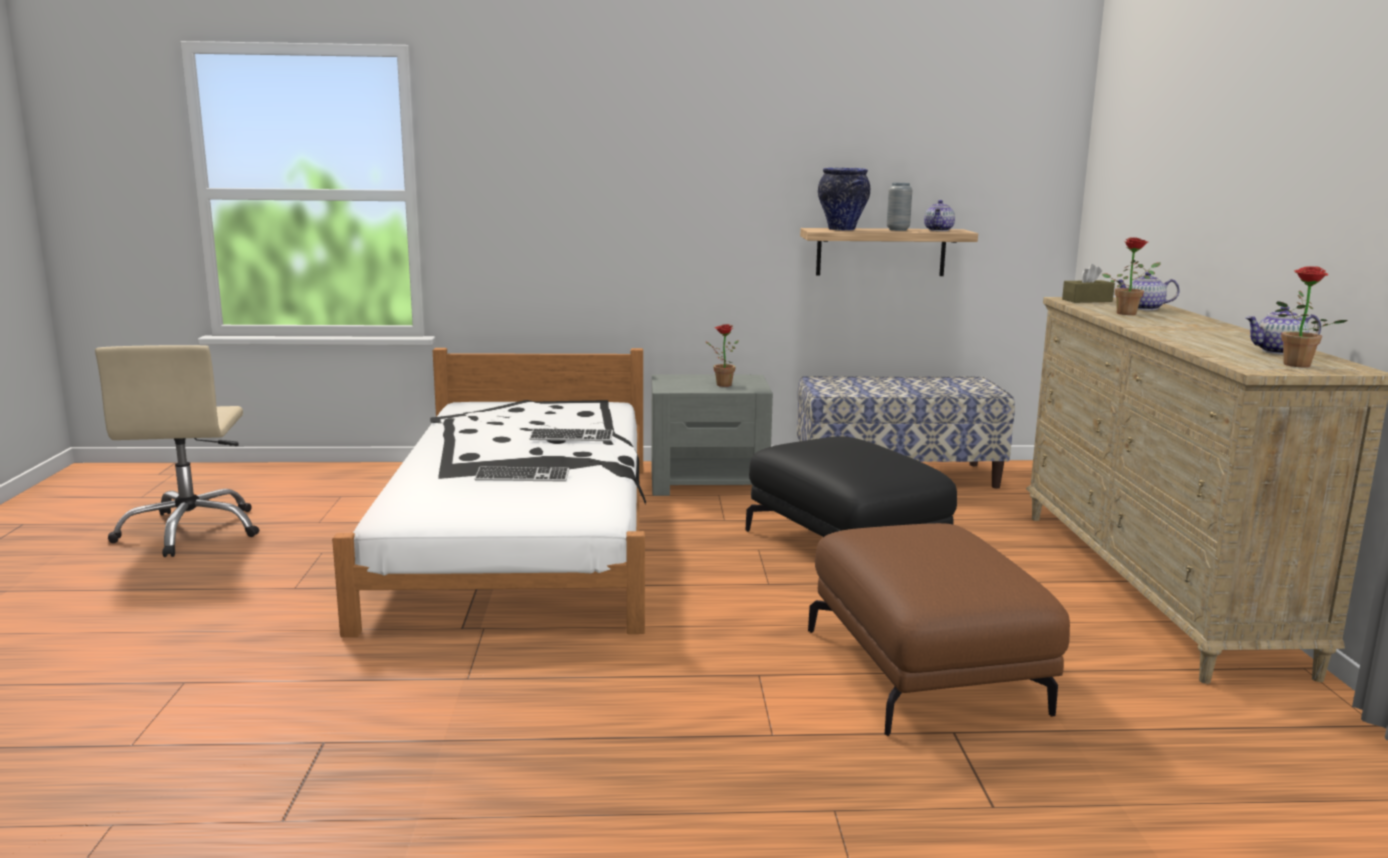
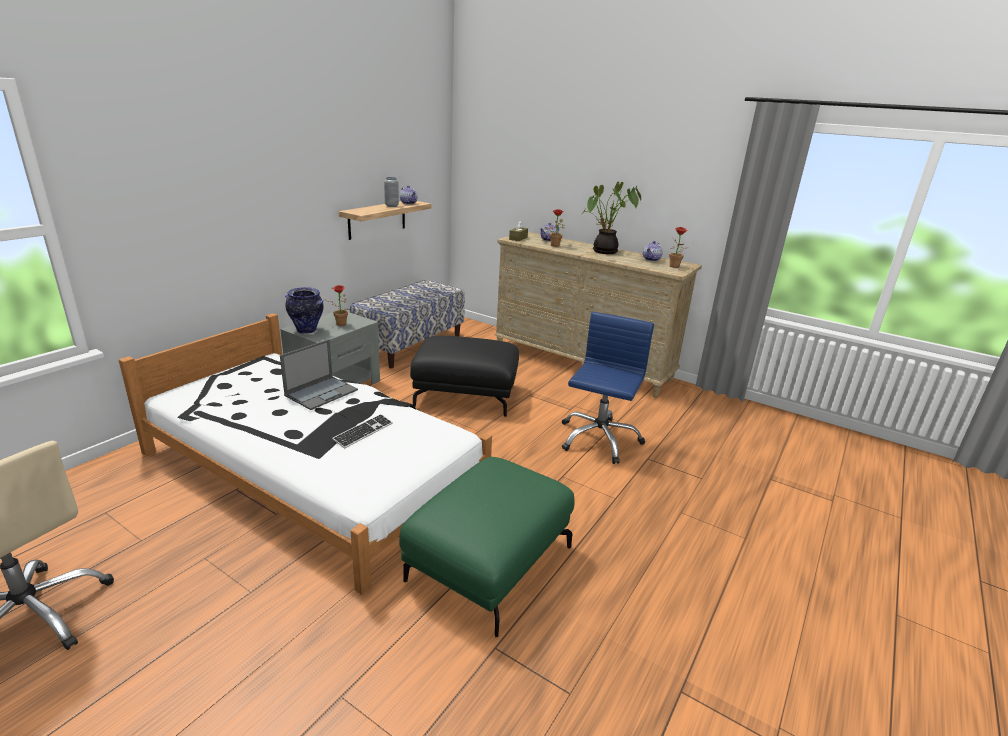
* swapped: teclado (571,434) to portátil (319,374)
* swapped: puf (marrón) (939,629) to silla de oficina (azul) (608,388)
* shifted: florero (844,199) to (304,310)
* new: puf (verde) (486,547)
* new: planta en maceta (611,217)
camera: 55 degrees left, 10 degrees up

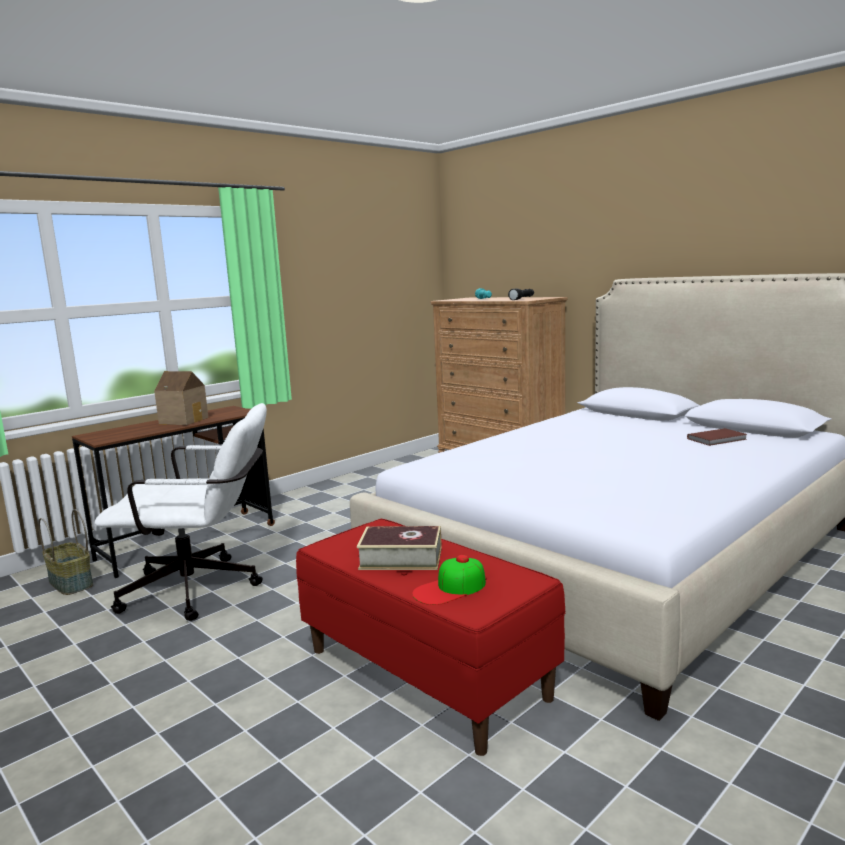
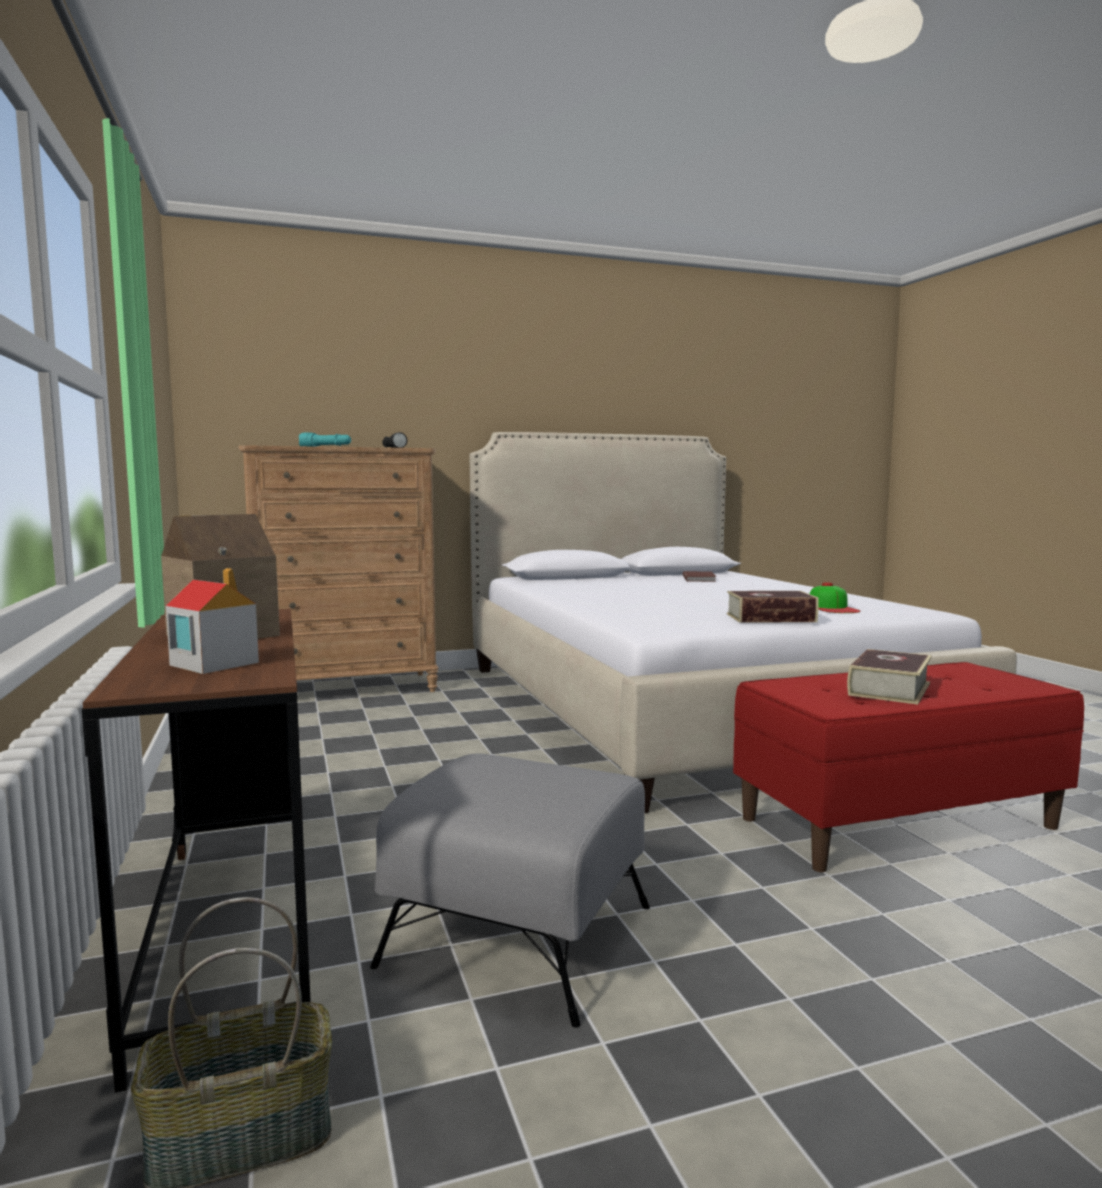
* swapped: silla de oficina (blanco) (181,512) to puf (gris) (510,890)
* shifted: gorra (449,580) to (835,597)
* new: casita (212,621)
* new: libro (773,607)
camera: 65 degrees left, 5 degrees down

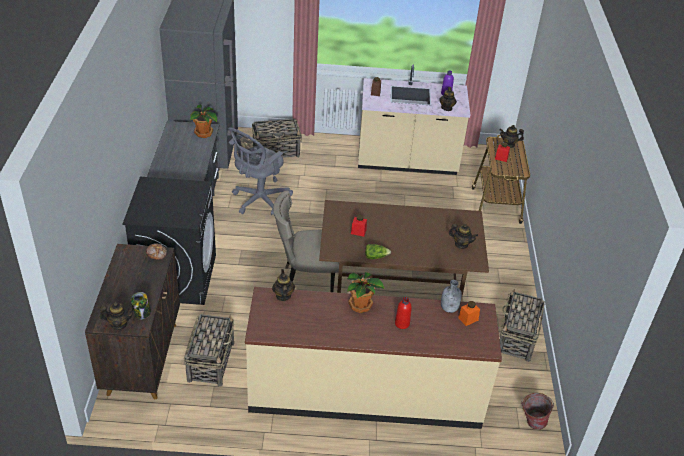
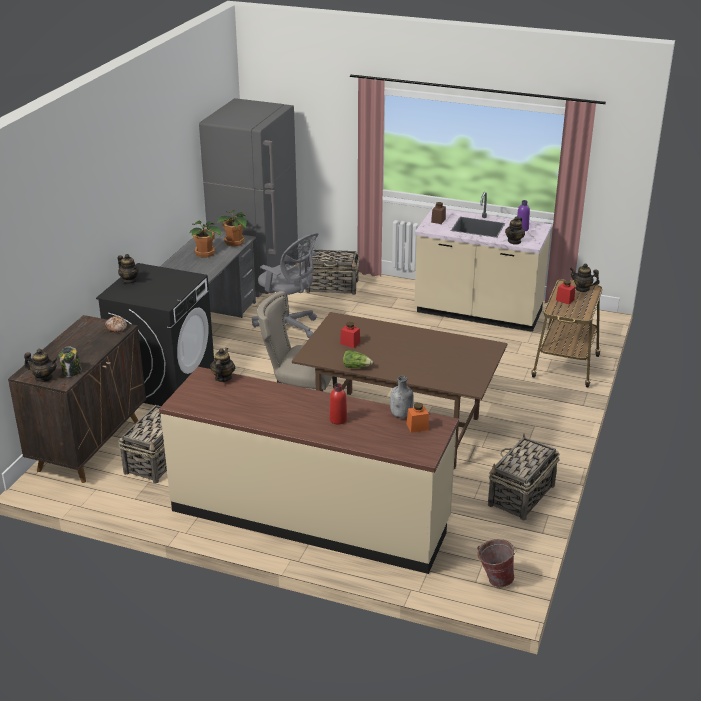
* rotated: silla de oficina (gris) (260,171) = (285,285) 105 degrees counterclockwise
* shifted: planta en maceta (366,292) to (205,239)
* shifted: tetera (463,236) to (128,269)
camera: 20 degrees right, 10 degrees down

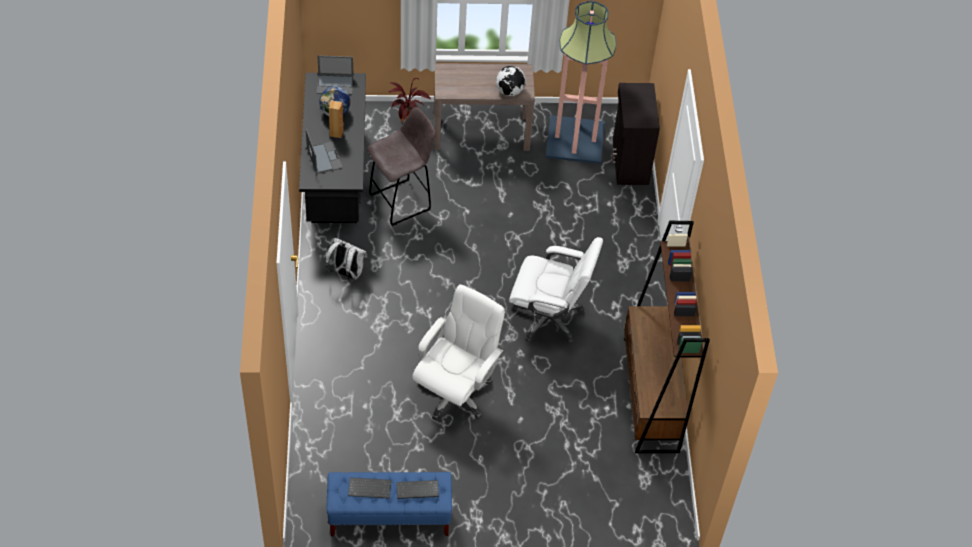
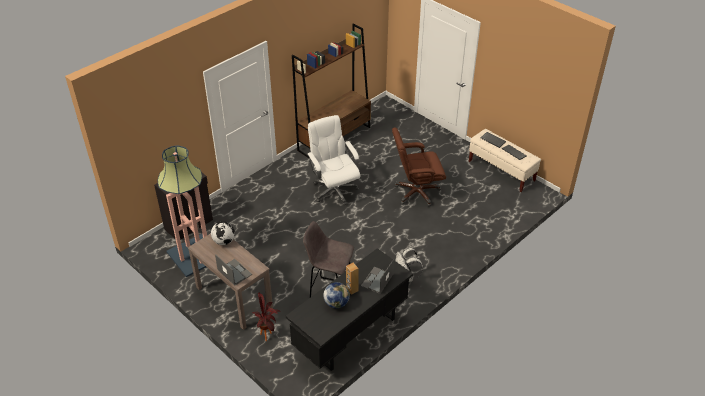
* shifted: portátil (335,75) to (233,269)
* repainted: banco (azul) (389,504) to banco (beis) (504,160)
* repainted: silla de oficina (blanco) (458,352) to silla de oficina (marrón) (419,167)
camera: 130 degrees left, 10 degrees down

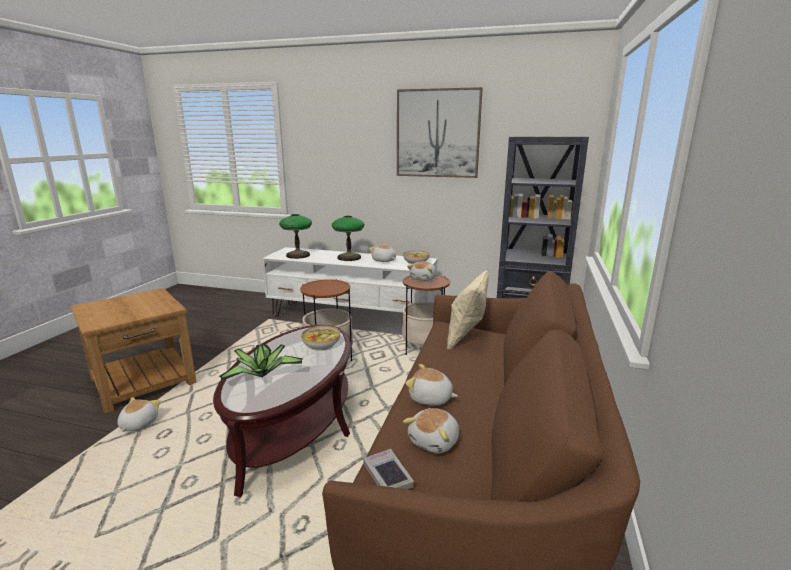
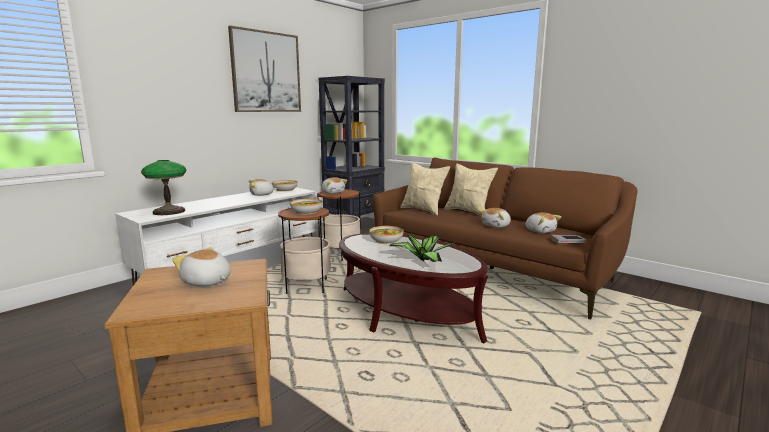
* shifted: peluche (138,414) to (201,266)
* gone: lámpara de mesa (348,238)
* new: cuenco (306,206)
* new: cojín (beis) (471,190)
camera: 65 degrees left, 5 degrees down

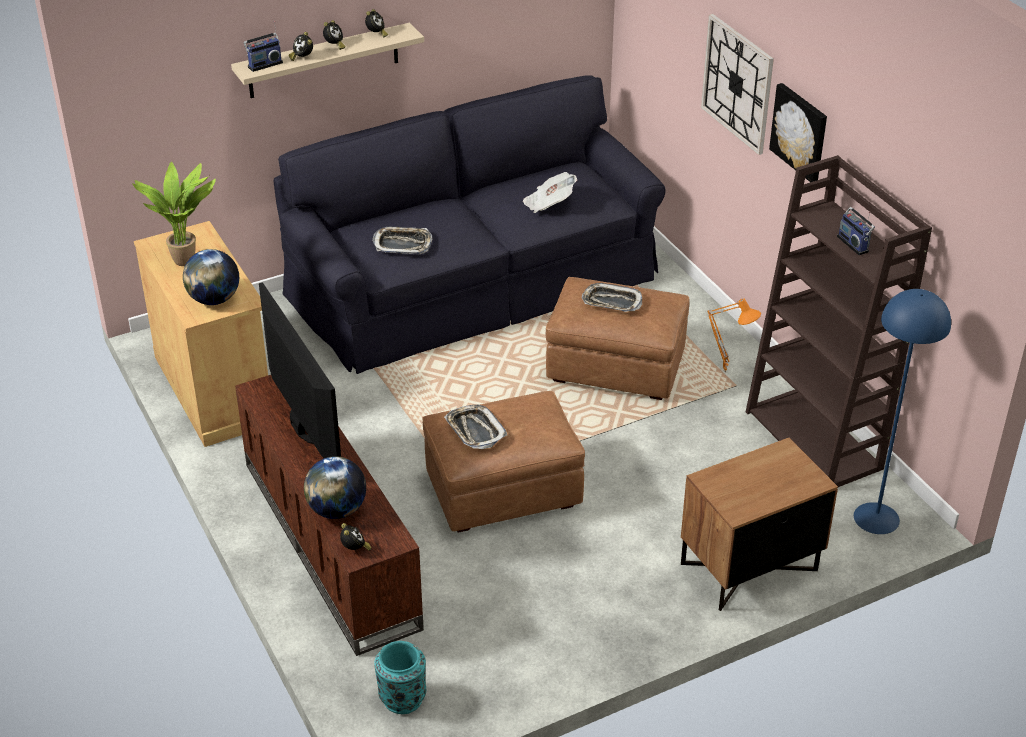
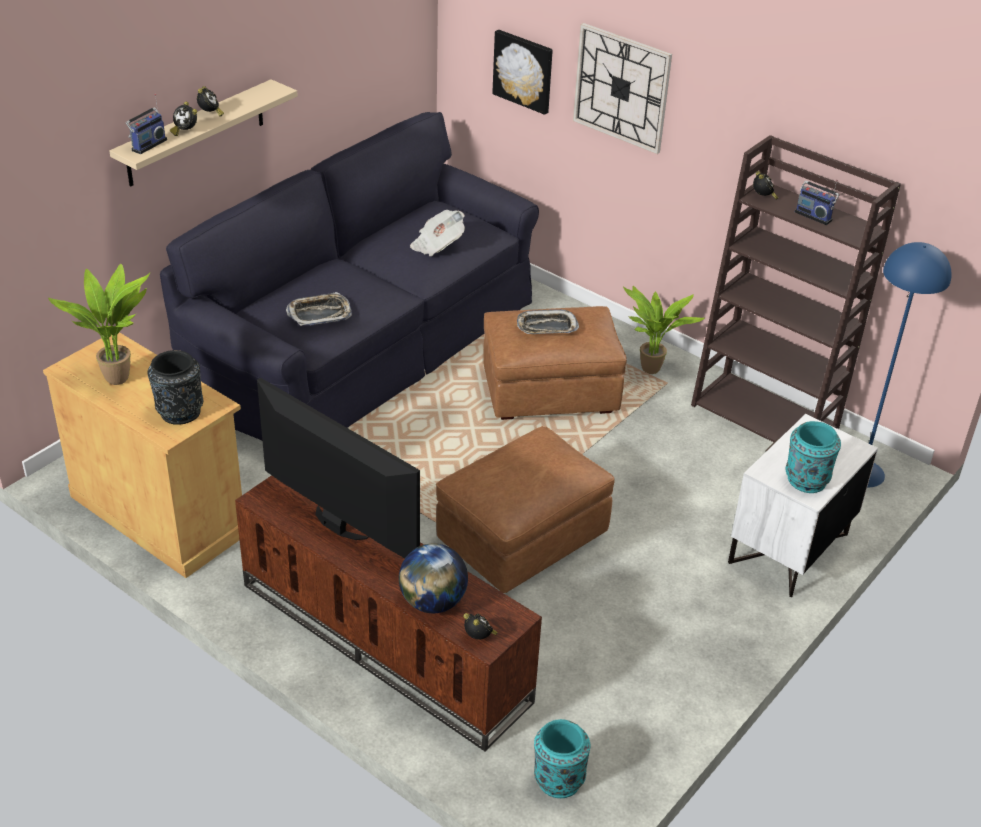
* swapped: globo terráqueo (211,277) to florero (negro) (175,387)
* shifted: despertador (376,23) to (765,185)
* gone: bandeja (475,427)
* repainted: mesita de noche (marrón) (759,524) to mesita de noche (blanco) (803,505)
* swapped: lámpara de mesa (naranja) (734,335) to planta en maceta (664,330)
* shifted: cuadro (798,132) to (522,72)
* new: florero (turquesa) (813,457)
camera: 25 degrees left, 0 degrees up

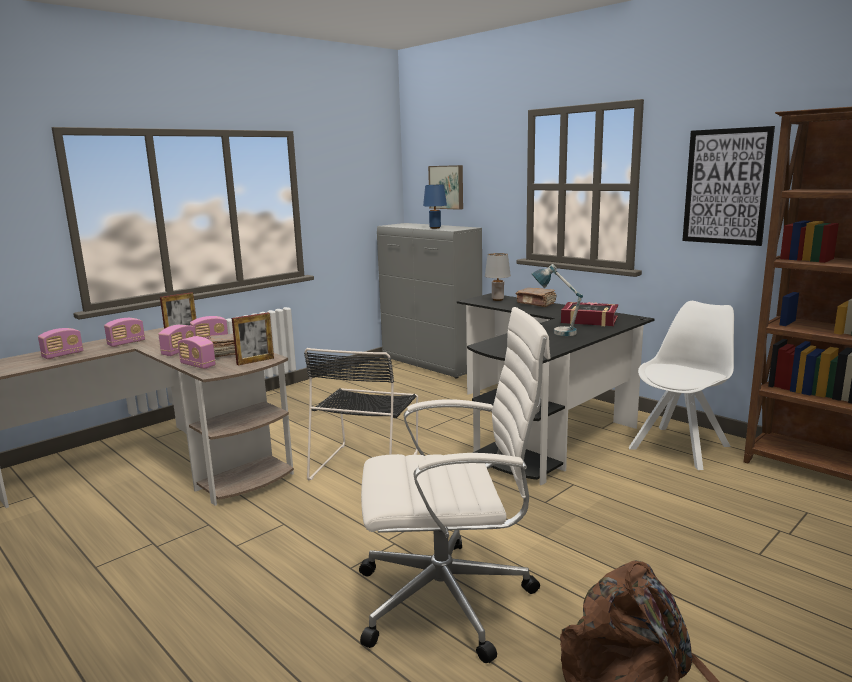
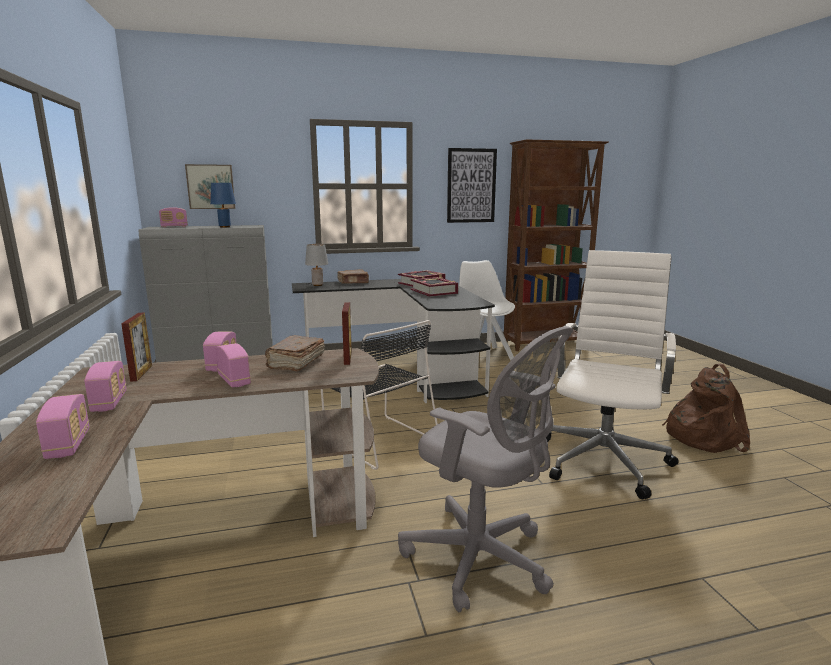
* shifted: radio (197,352) to (173,217)
* swapped: lámpara de mesa (557,300) to libro (434,287)
* new: silla de oficina (gris) (485,469)
camera: 60 degrees left, 0 degrees up

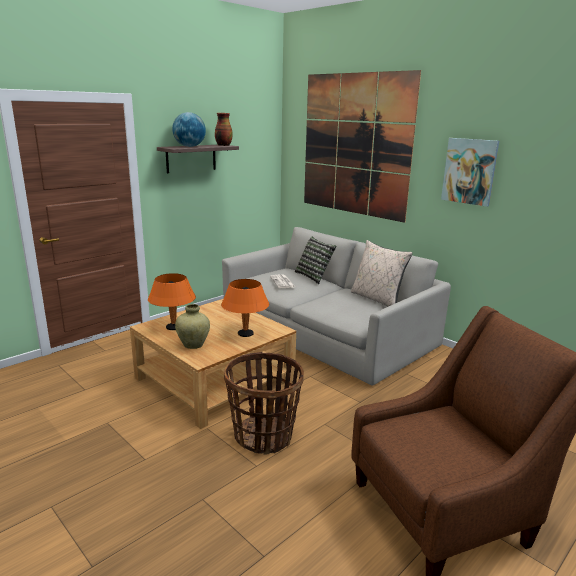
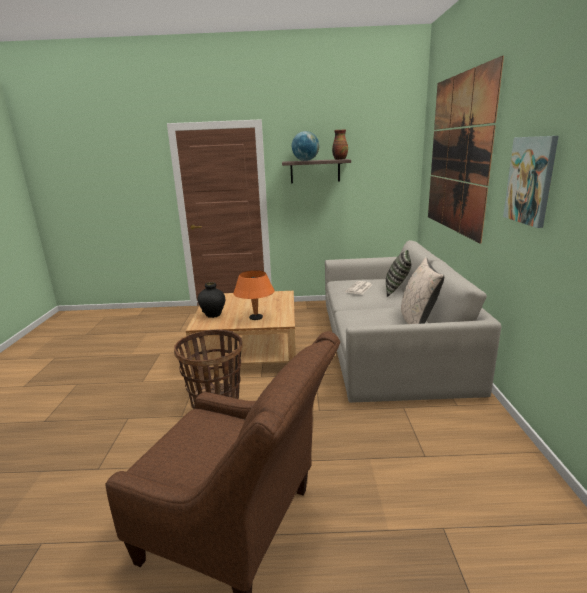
* gone: lámpara de mesa (naranja) (172,301)
* repainted: florero (beis) (192,326) to florero (negro) (211,300)
camera: 45 degrees right, 0 degrees up

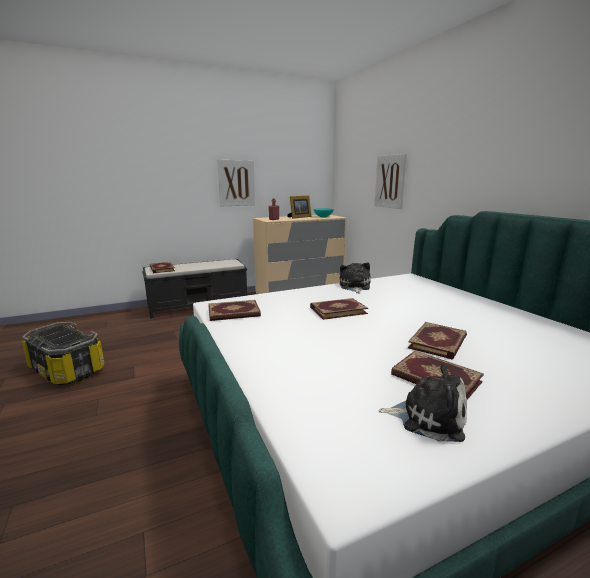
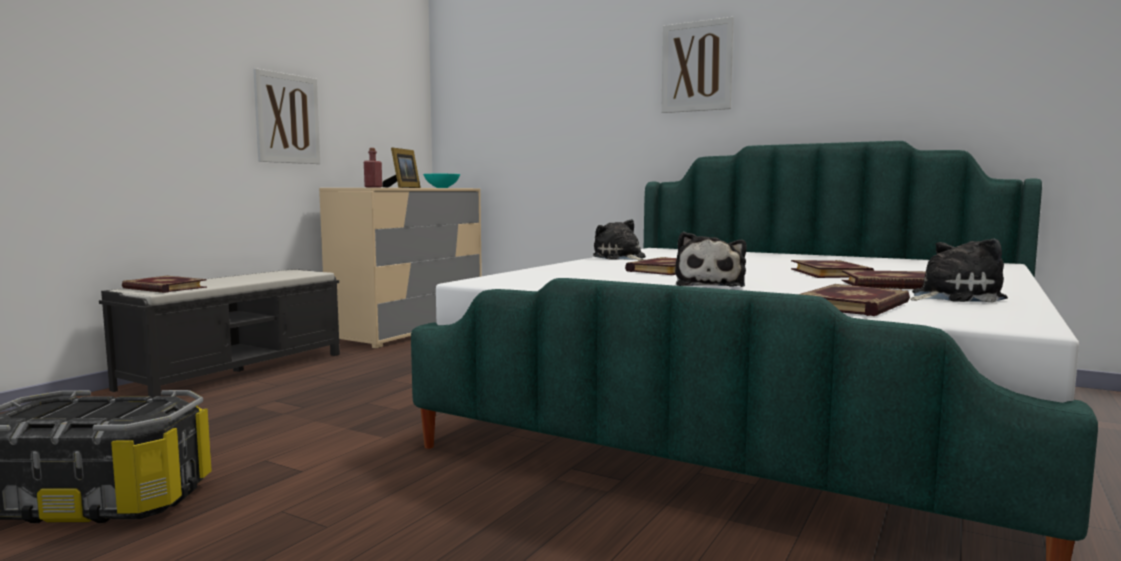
* shifted: libro (234,310) to (855,300)
* shifted: cuadro (391,181) to (697,65)
* new: peluche (711,259)
camera: 35 degrees left, 10 degrees down

